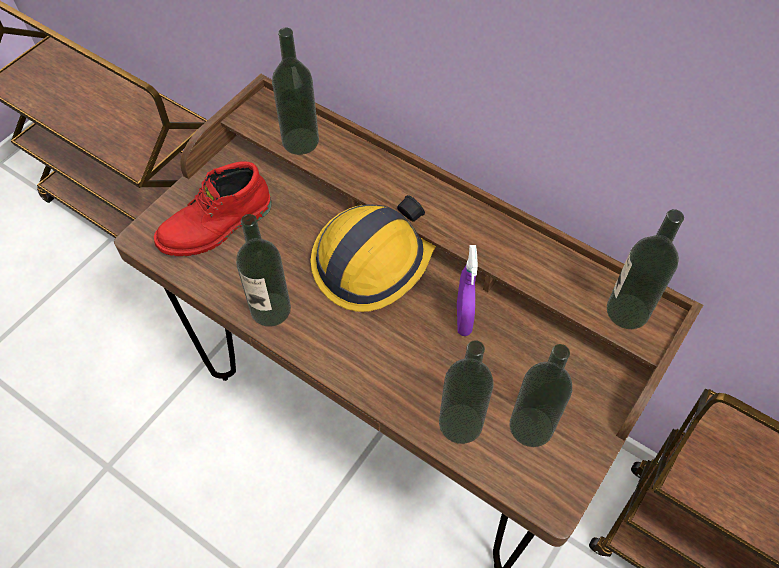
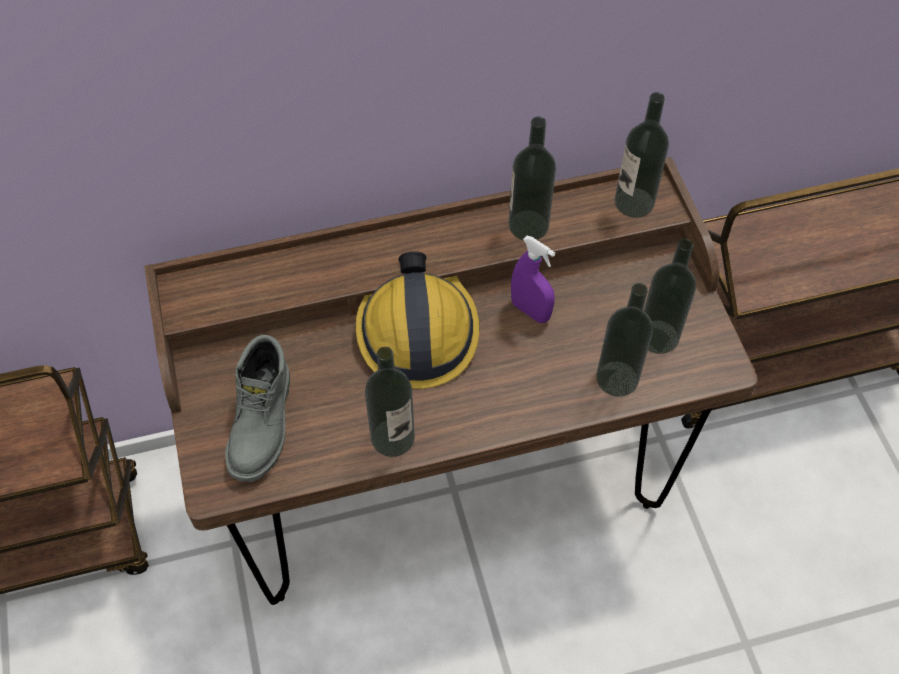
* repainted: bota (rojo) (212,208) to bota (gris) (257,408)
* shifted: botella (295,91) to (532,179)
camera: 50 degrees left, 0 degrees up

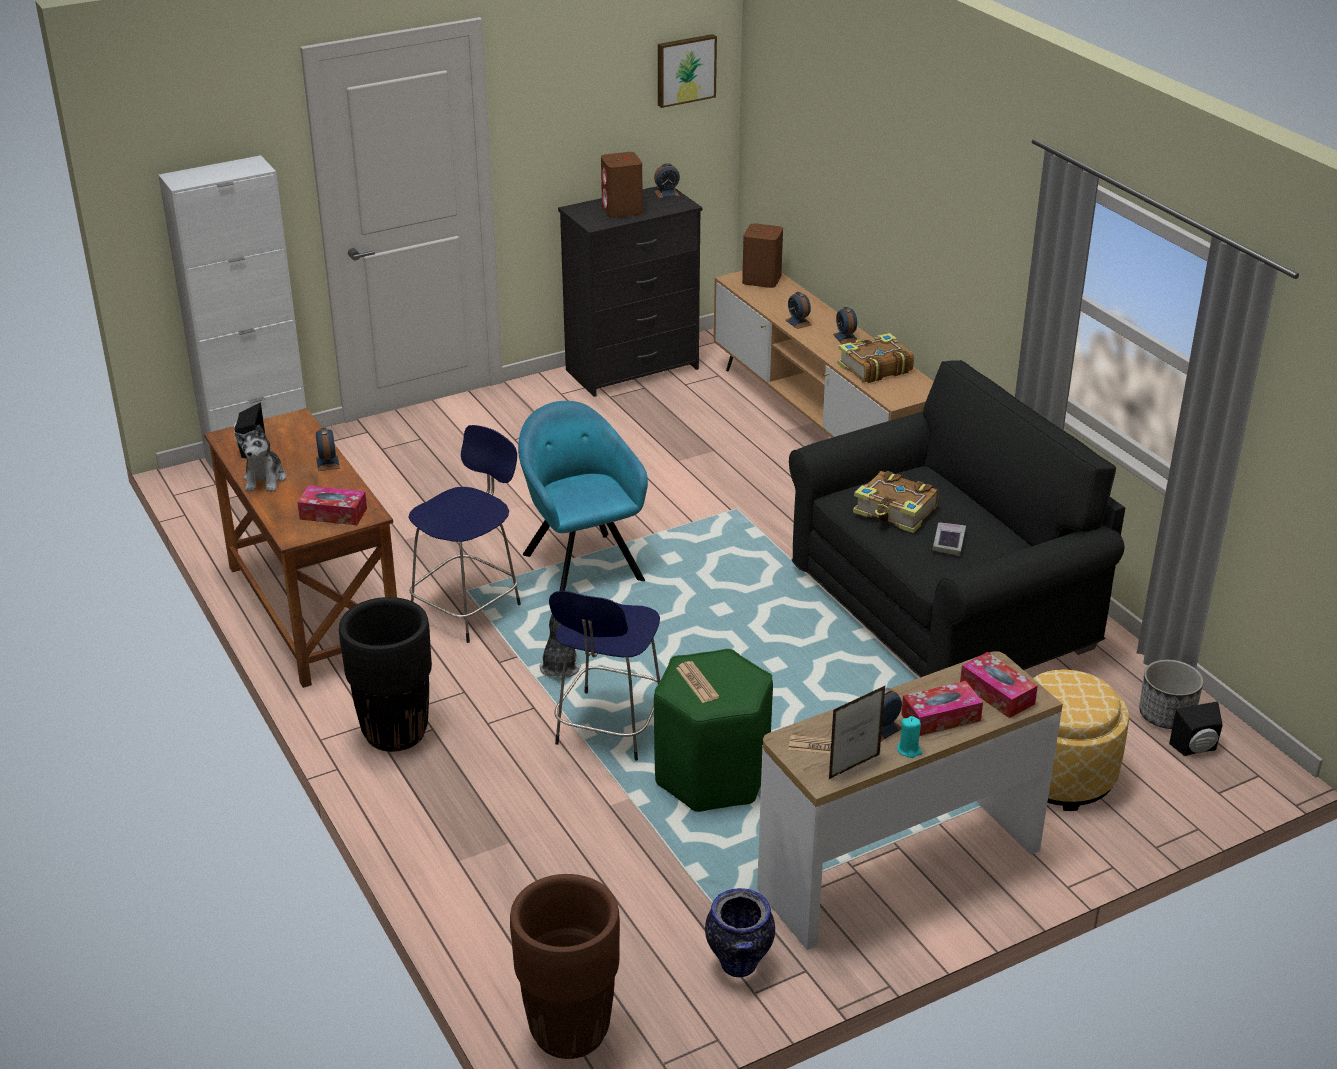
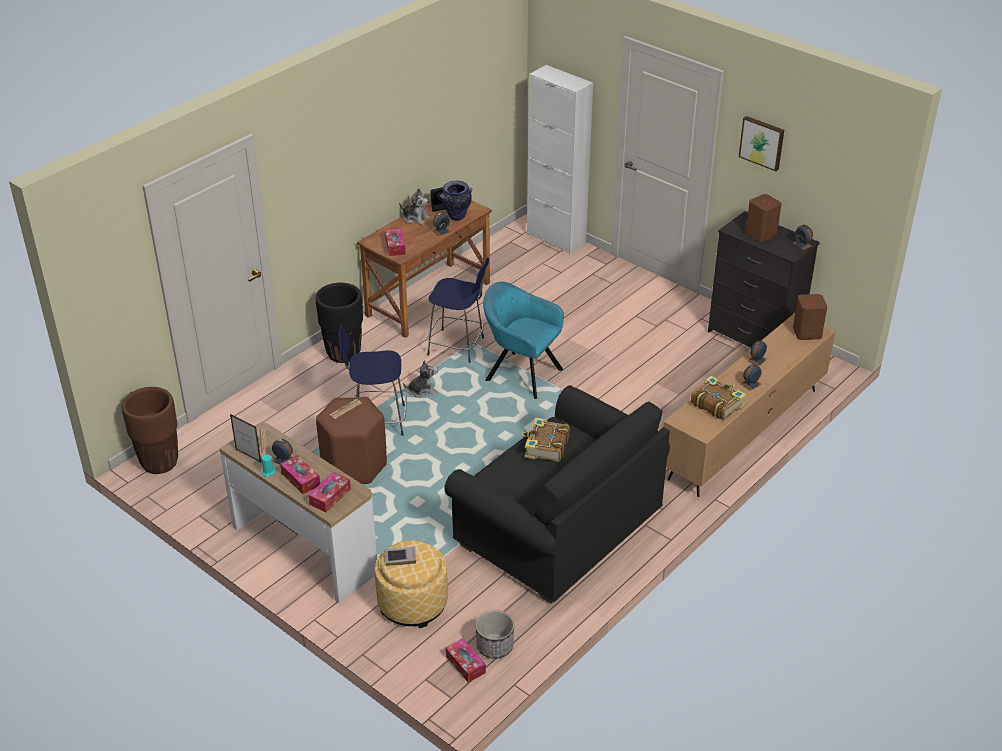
* rotated: peluche (260,458) = (414,206) 135 degrees counterclockwise
* rotated: sillón (turquesa) (583,496) = (523,340) 105 degrees counterclockwise
* repainted: taburete (verde) (713,730) to taburete (marrón) (351,440)
* shifted: cuadro (687,71) to (761,143)
* shifted: florero (740,932) to (456,200)
* shifted: libro (949,539) to (400,556)
* swapped: altavoz (negro) (1196,729) to caja de pañuelos (465,660)
camera: 70 degrees right, 5 degrees up

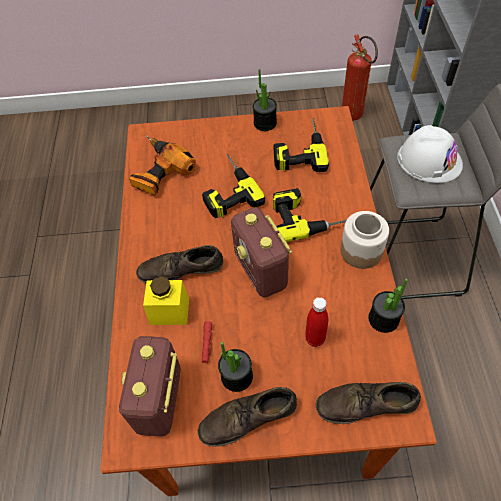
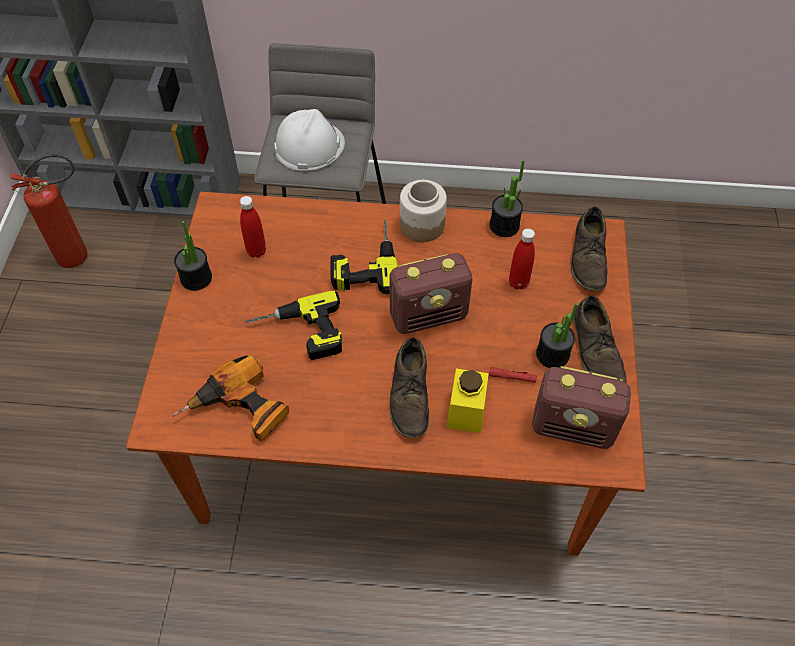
* swapped: taladro (301,145) to botella (rojo) (253,227)
camera: 85 degrees left, 0 degrees up

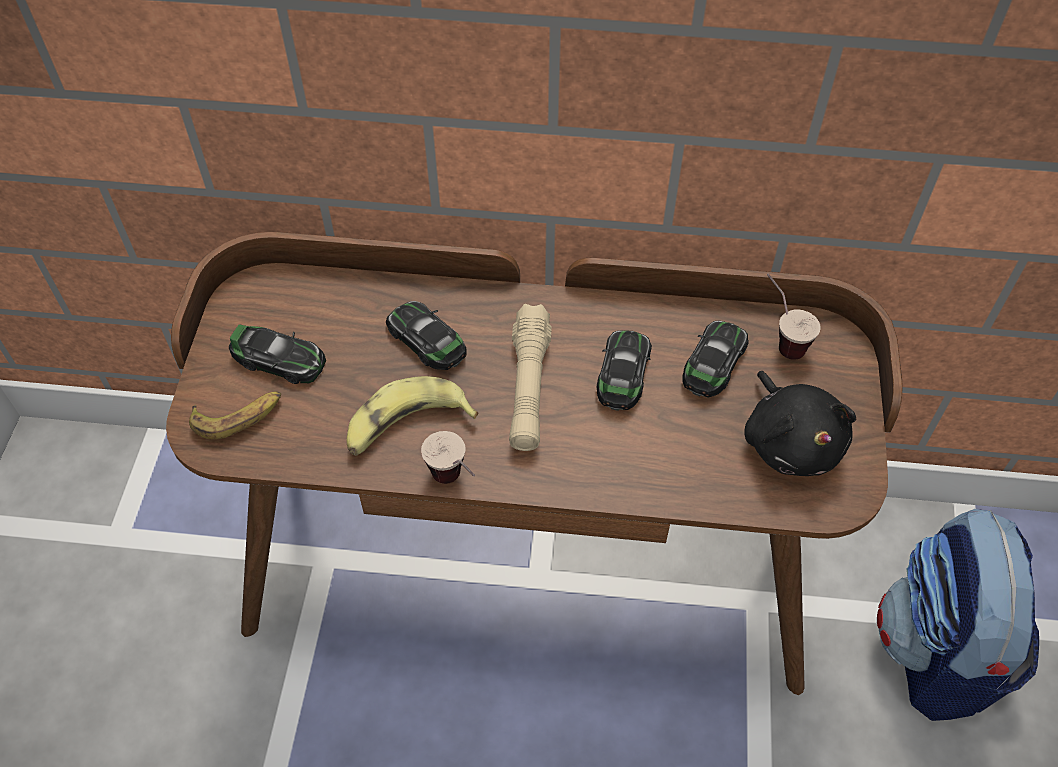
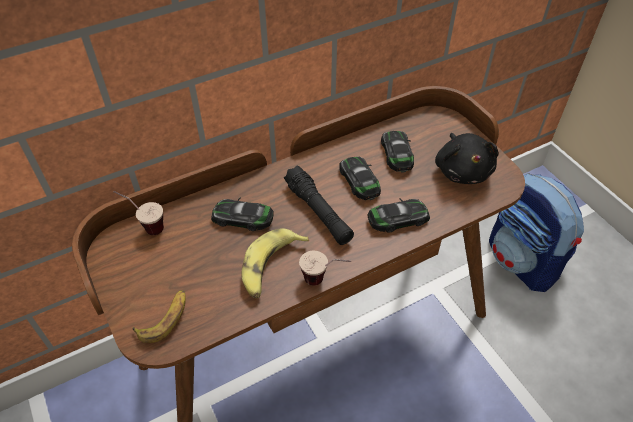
* shifted: coche de juguete (277,354) to (399,215)
* repainted: linterna (beis) (530,377) to linterna (negro) (319,205)
* rotated: peluche (negro) (800,423) = (467,158) 45 degrees clockwise
* shifted: taza (793,316) to (138,213)
camera: 35 degrees left, 5 degrees down

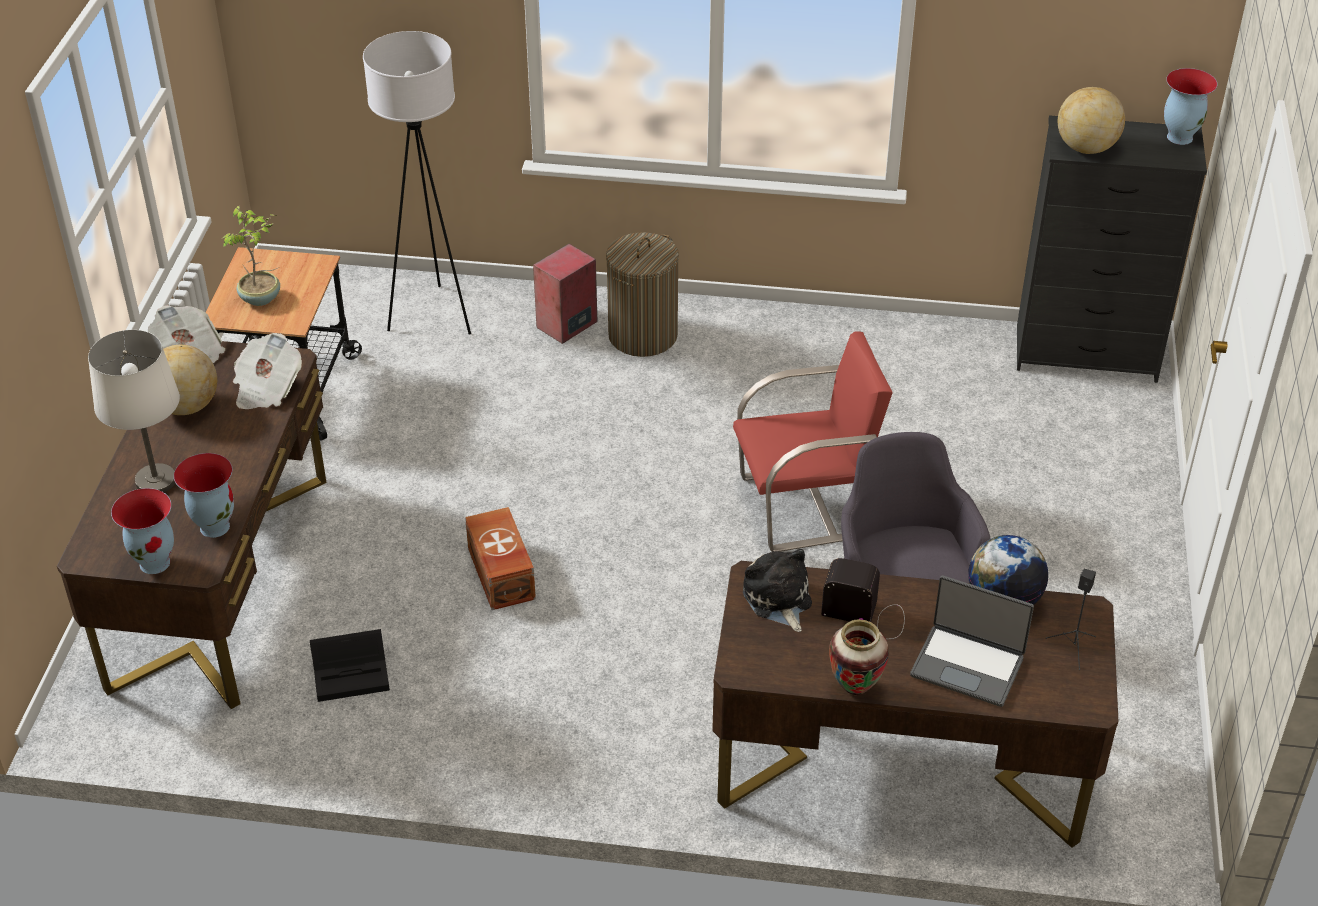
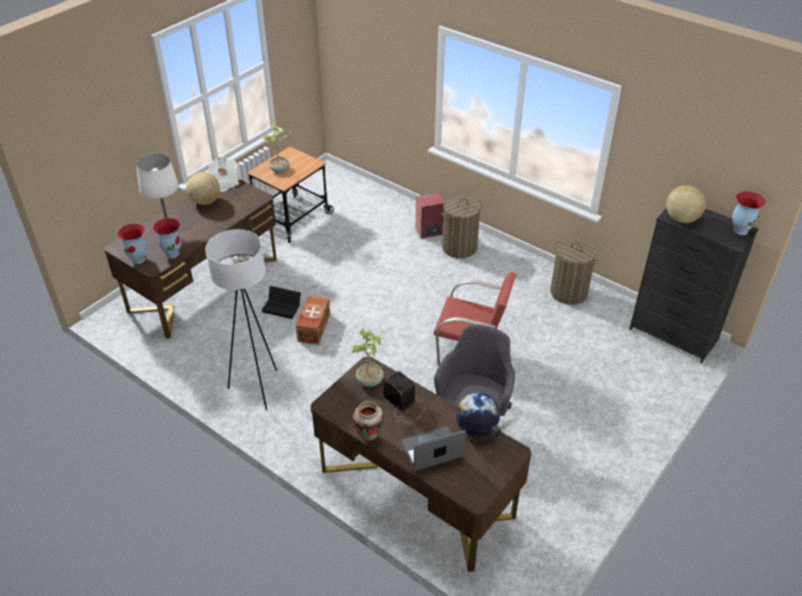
* gone: periódico (267,371)
* shifted: caja de almacenaje (negro) (350,665) to (281,302)
* shifted: lámpara de pie (blanco) (417,183) to (241,319)
* swapped: peluche (777,590) to planta en maceta (368,357)
* rotated: portátil (972,641) = (433,448) 105 degrees clockwise
* new: cesto de la ropa (574,271)
camera: 30 degrees right, 0 degrees up

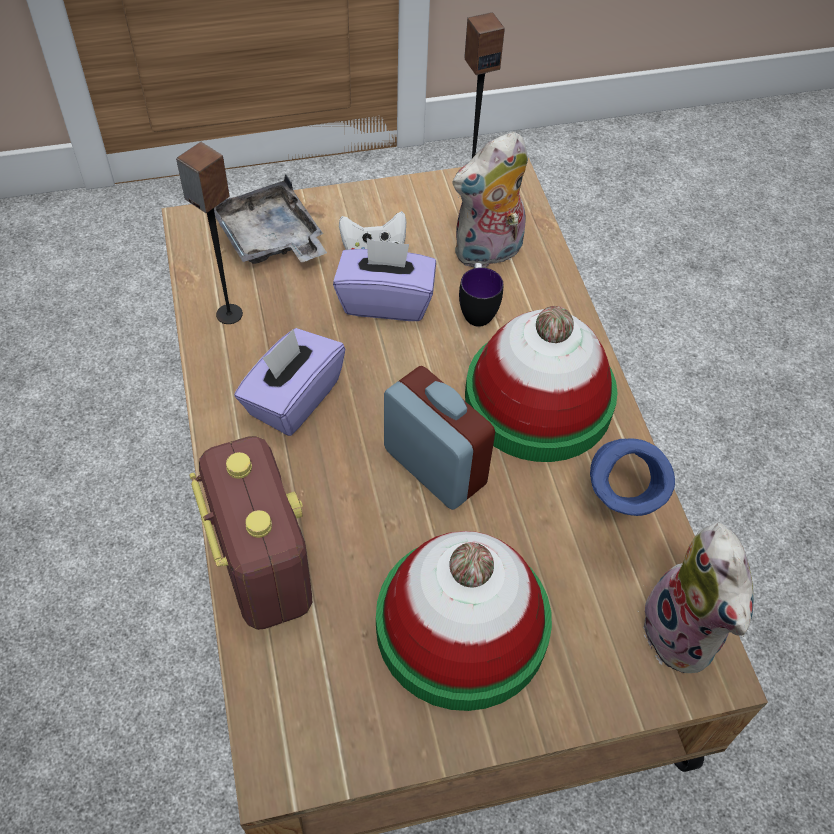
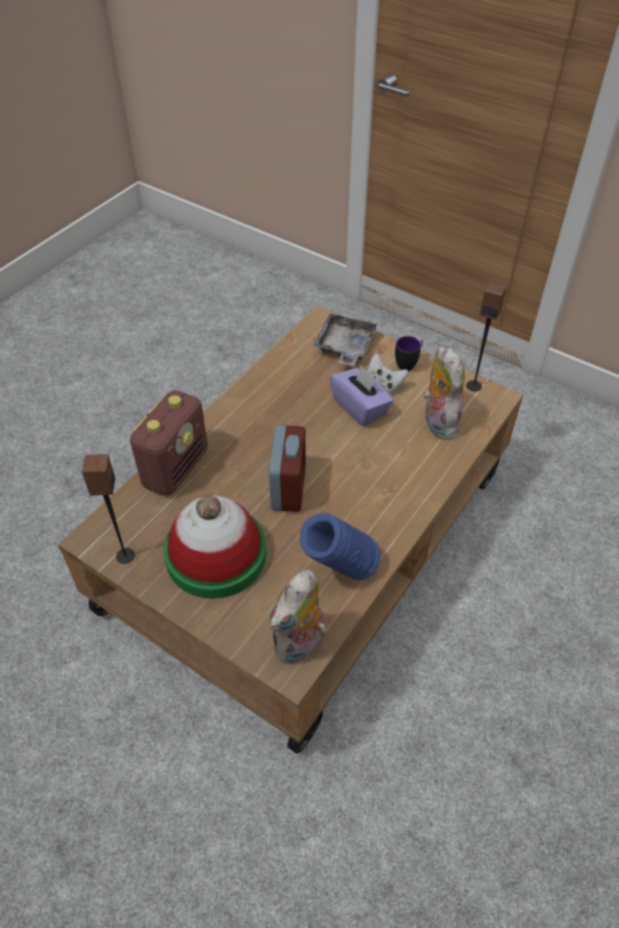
* shifted: altavoz (209,233) to (108,509)
* gone: caja de pañuelos (morado) (289,382)
* rotated: peluche (490,200) = (444,393) 60 degrees clockwise
* shifted: taza grande (481,294) to (409,353)
* gone: sombrero (541,384)
camera: 50 degrees right, 5 degrees down

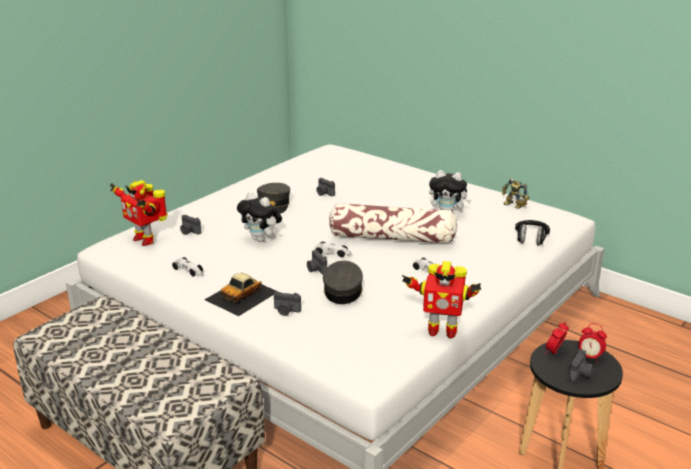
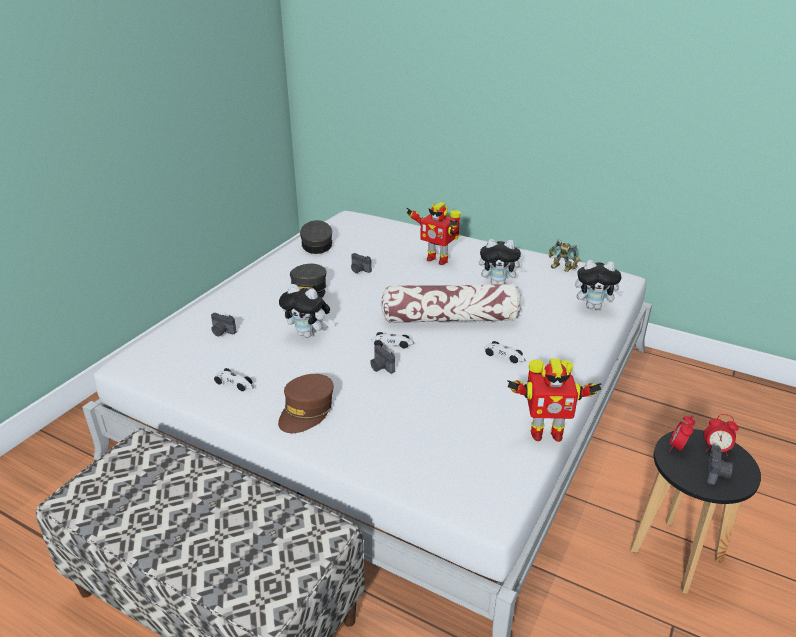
* shifted: robot de juguete (138,213) to (433,233)
* swapped: coche de juguete (241,294) to gorra (marrón) (306,403)
* gone: cámara (287,304)
* shifted: gorra (gris) (343,282) to (316,237)
* swapped: auriculares (negro) (532,233) to peluche (599,285)
camera: 10 degrees left, 5 degrees up

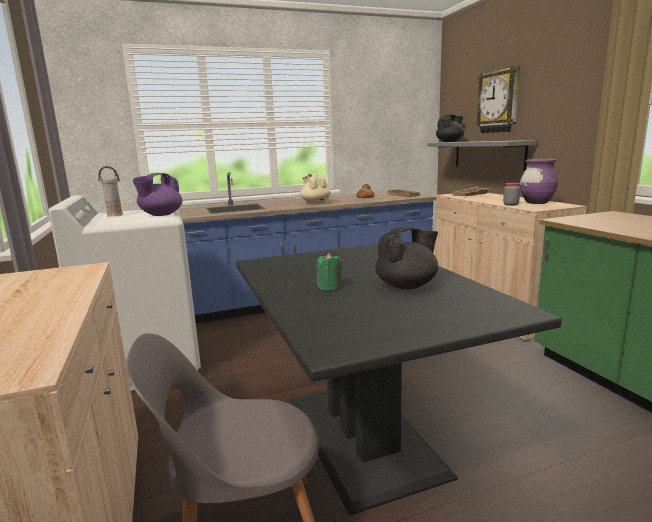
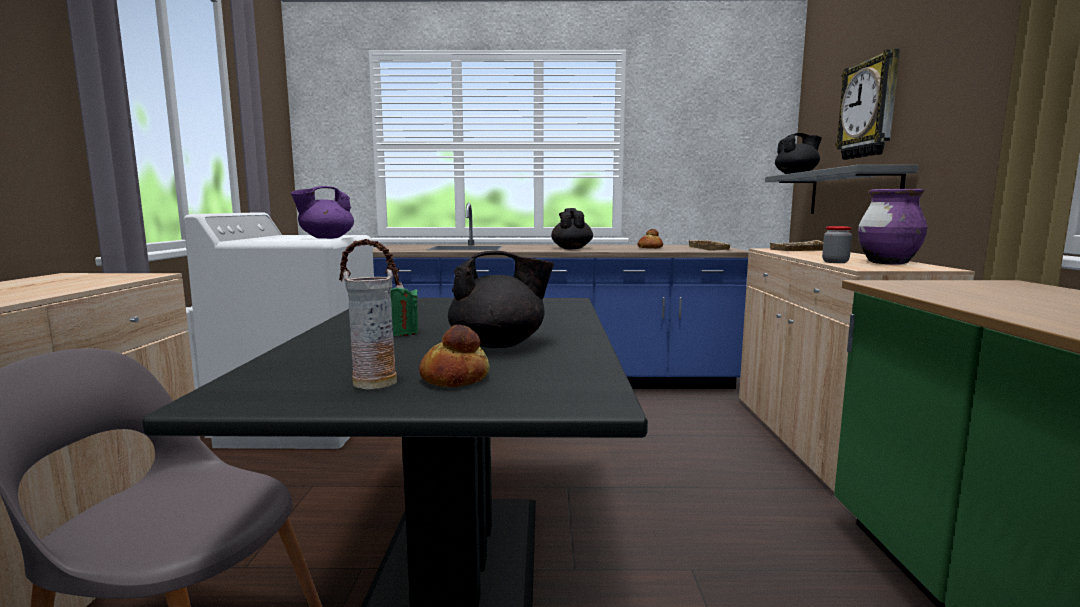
* shifted: florero (110,191) to (369,314)
* repainted: tetera (beis) (315,188) to tetera (negro) (572,228)
* new: pan (454,356)
camera: 20 degrees right, 5 degrees down

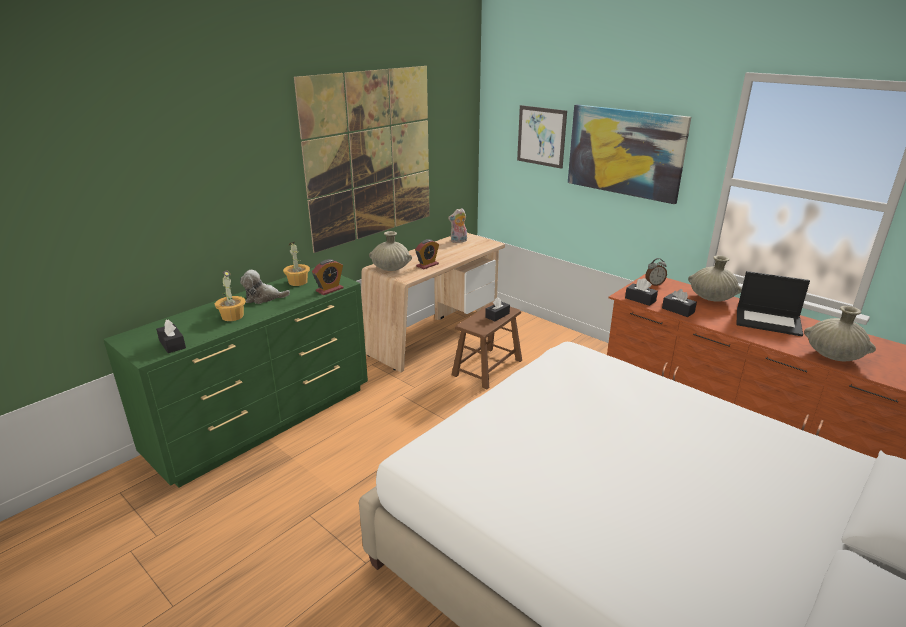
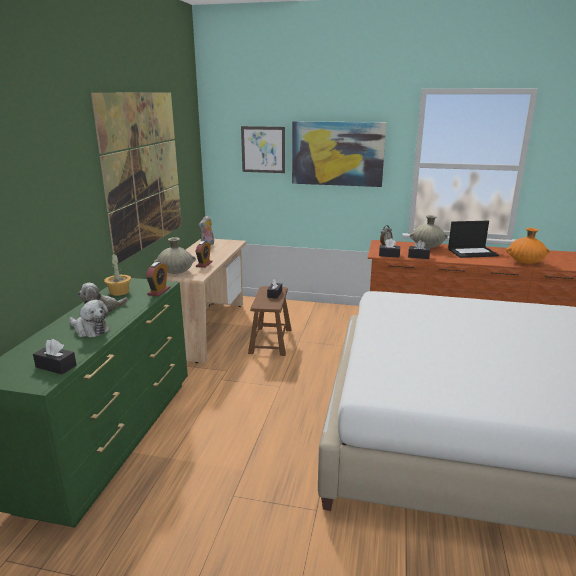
* swapped: planta en maceta (230,295) to peluche (89,318)
* repainted: florero (beis) (840,333) to florero (naranja) (528,246)
camera: 30 degrees left, 5 degrees down

